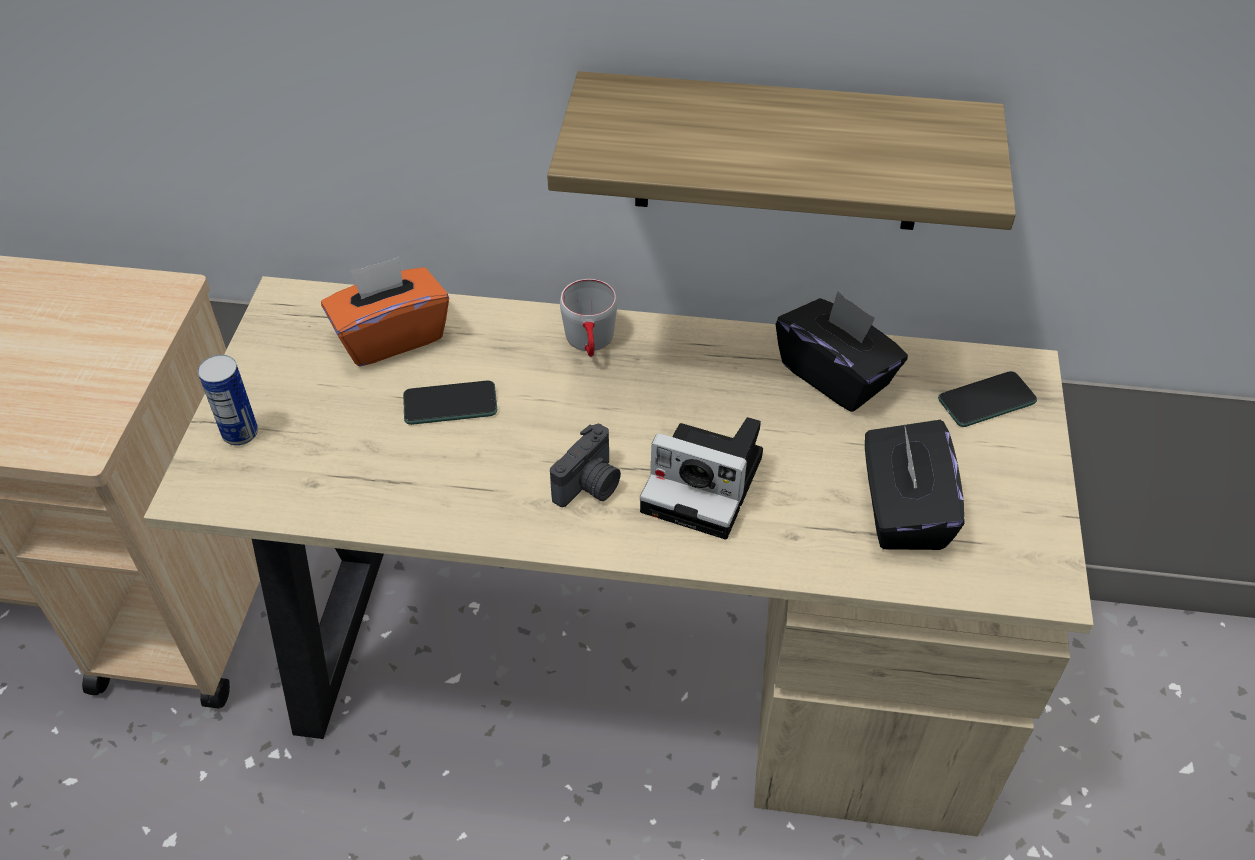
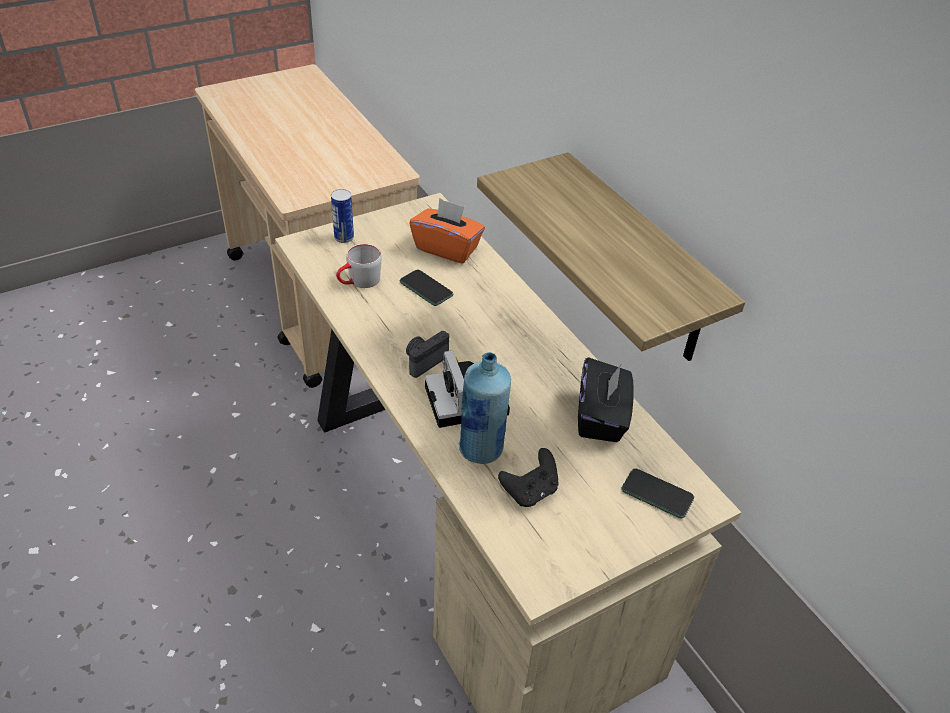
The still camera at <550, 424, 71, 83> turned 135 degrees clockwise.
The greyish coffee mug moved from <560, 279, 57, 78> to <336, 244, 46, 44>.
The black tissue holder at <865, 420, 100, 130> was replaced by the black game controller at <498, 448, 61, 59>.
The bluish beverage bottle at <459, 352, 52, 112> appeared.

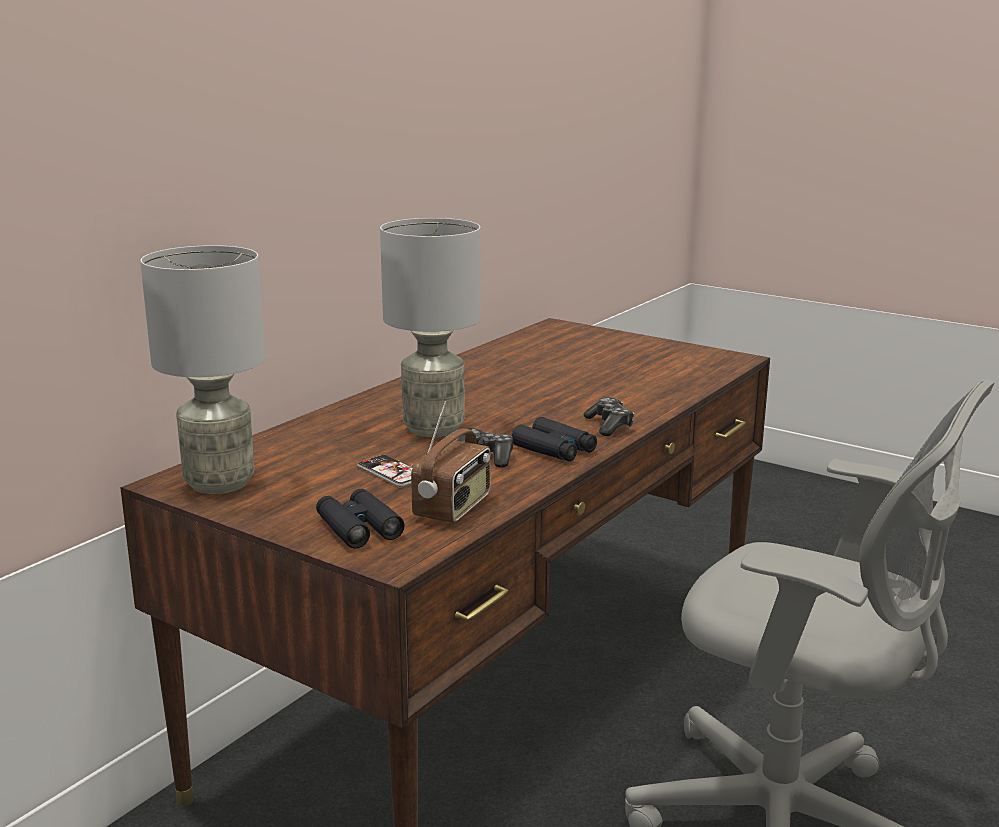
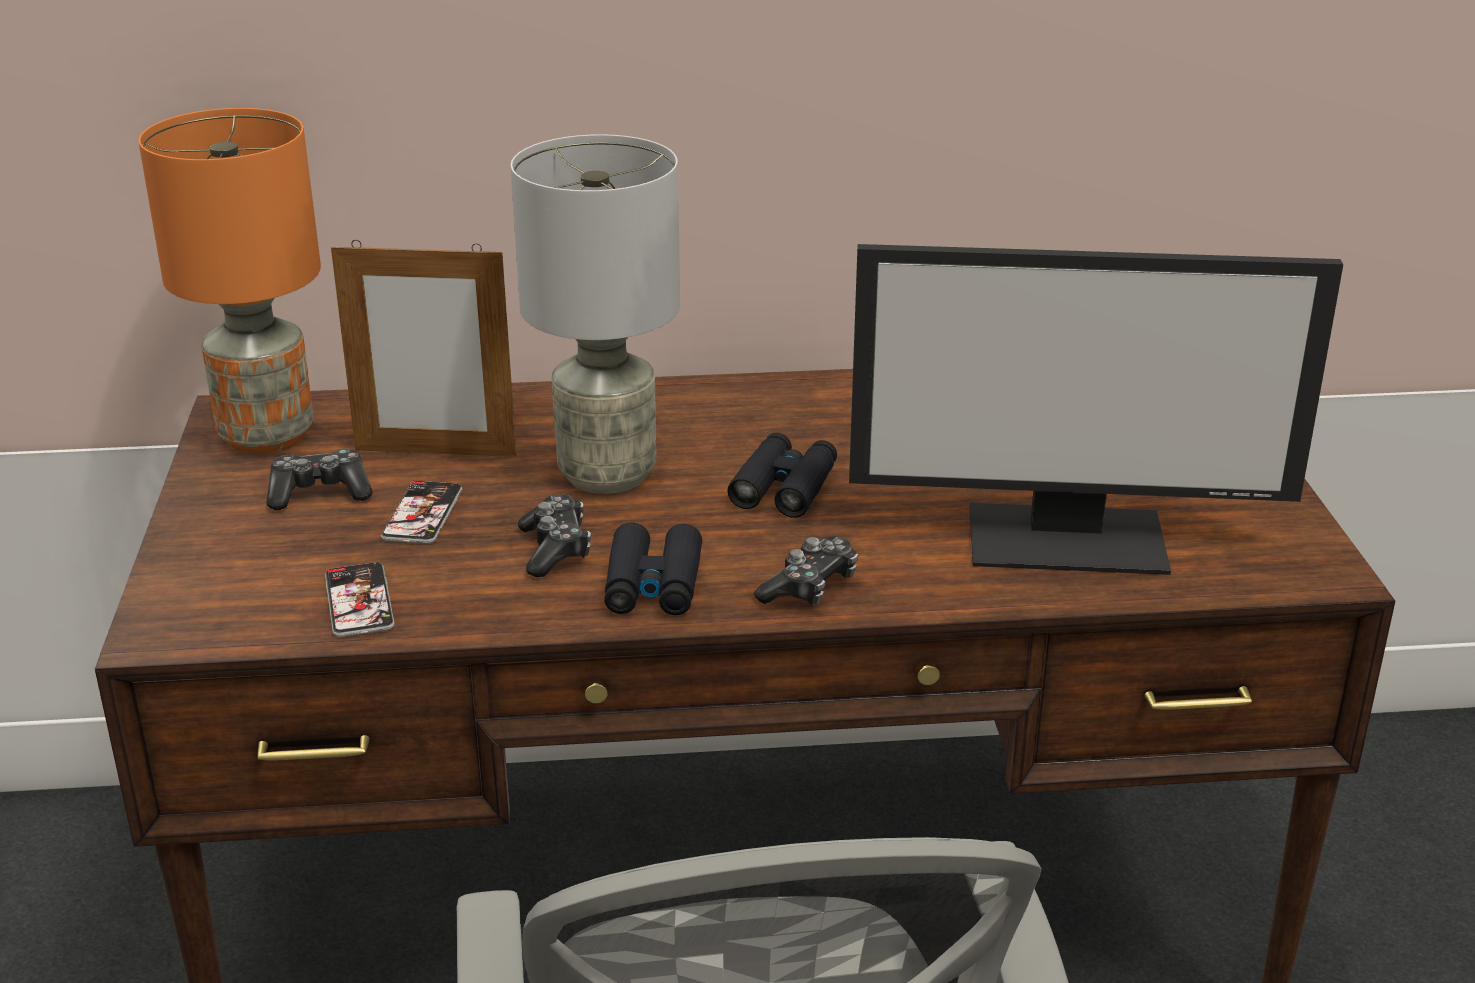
The greyish table lamp at <140, 245, 126, 249> became the orange table lamp at <138, 108, 183, 346>.
The black pair of binoculars moved from <316, 489, 89, 60> to <728, 433, 109, 85>.
The radio receiver at <411, 402, 79, 121> was replaced by the handset at <325, 562, 70, 75>.
The game controller at <267, 449, 106, 61> appeared.
The standing frame at <331, 240, 186, 217> appeared.
The monitor at <849, 244, 494, 331> appeared.

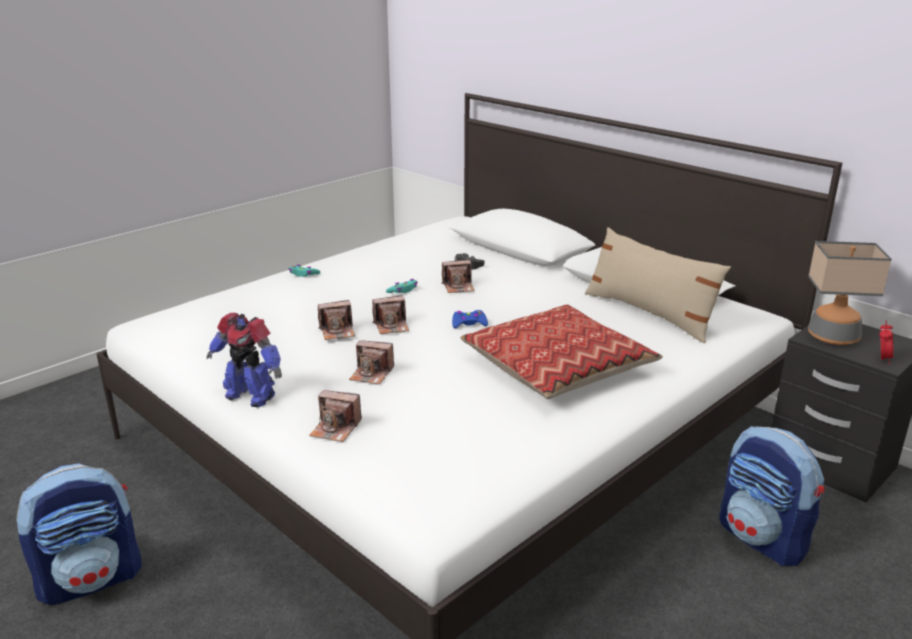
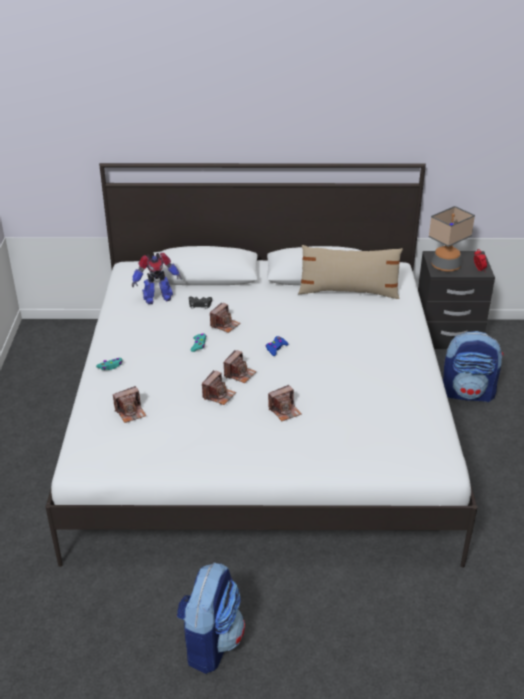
The robot figure moved from <207, 313, 75, 95> to <132, 253, 50, 51>.
The still camera moved from <309, 390, 53, 52> to <113, 386, 34, 37>.
The cushion at <460, 304, 203, 95> disappeared.

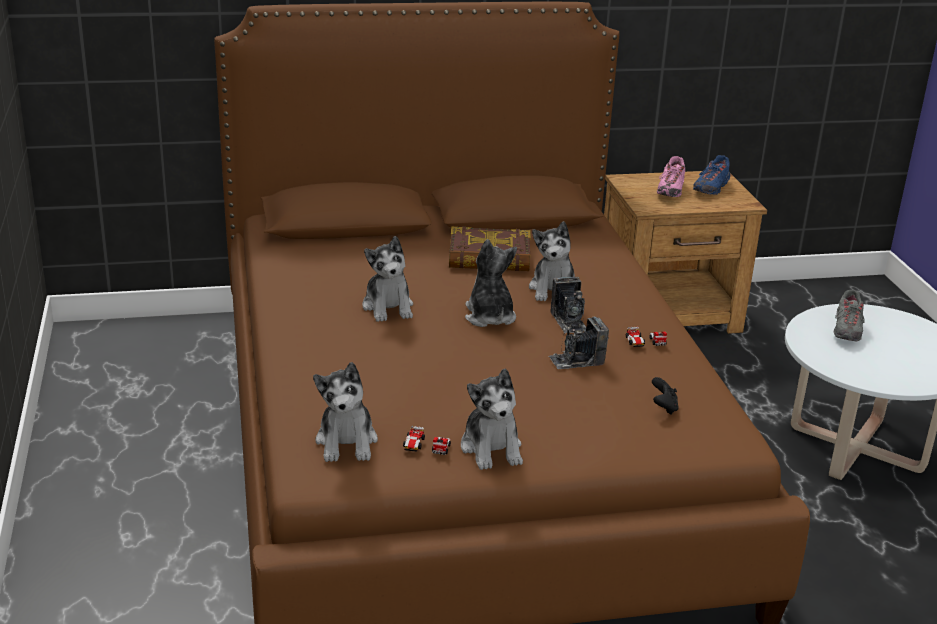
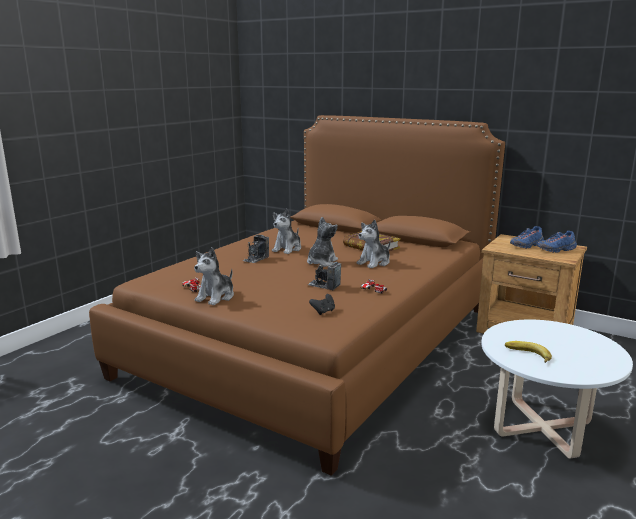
The plush toy at <313, 362, 65, 100> disappeared.
The still camera moved from <550, 277, 36, 56> to <243, 235, 26, 28>.
The pink-coloured item of footwear at <657, 156, 28, 41> became the bluish item of footwear at <510, 226, 34, 23>.
The greyish item of footwear at <834, 290, 31, 51> disappeared.
The whole banana at <505, 341, 47, 22> appeared.

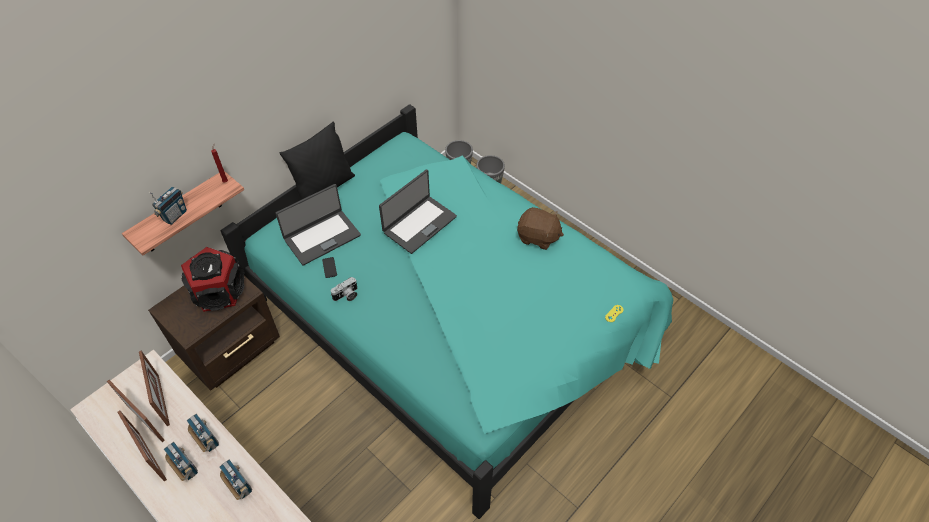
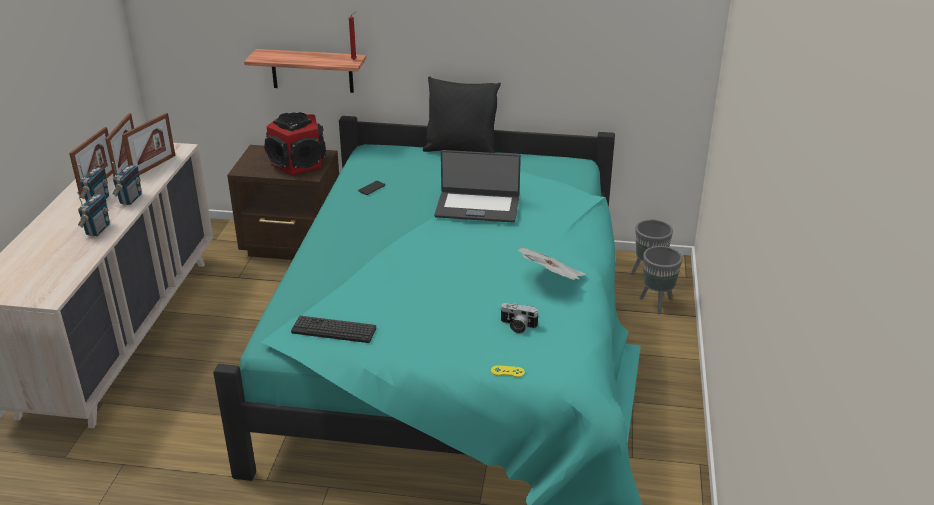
The radio receiver at <149, 186, 38, 39> disappeared.
The laptop at <275, 184, 86, 81> disappeared.
The still camera moved from <331, 277, 26, 24> to <501, 303, 37, 30>.
The brown plush toy at <517, 207, 47, 43> was replaced by the newspaper at <518, 248, 68, 32>.
The keyboard at <291, 316, 85, 27> appeared.

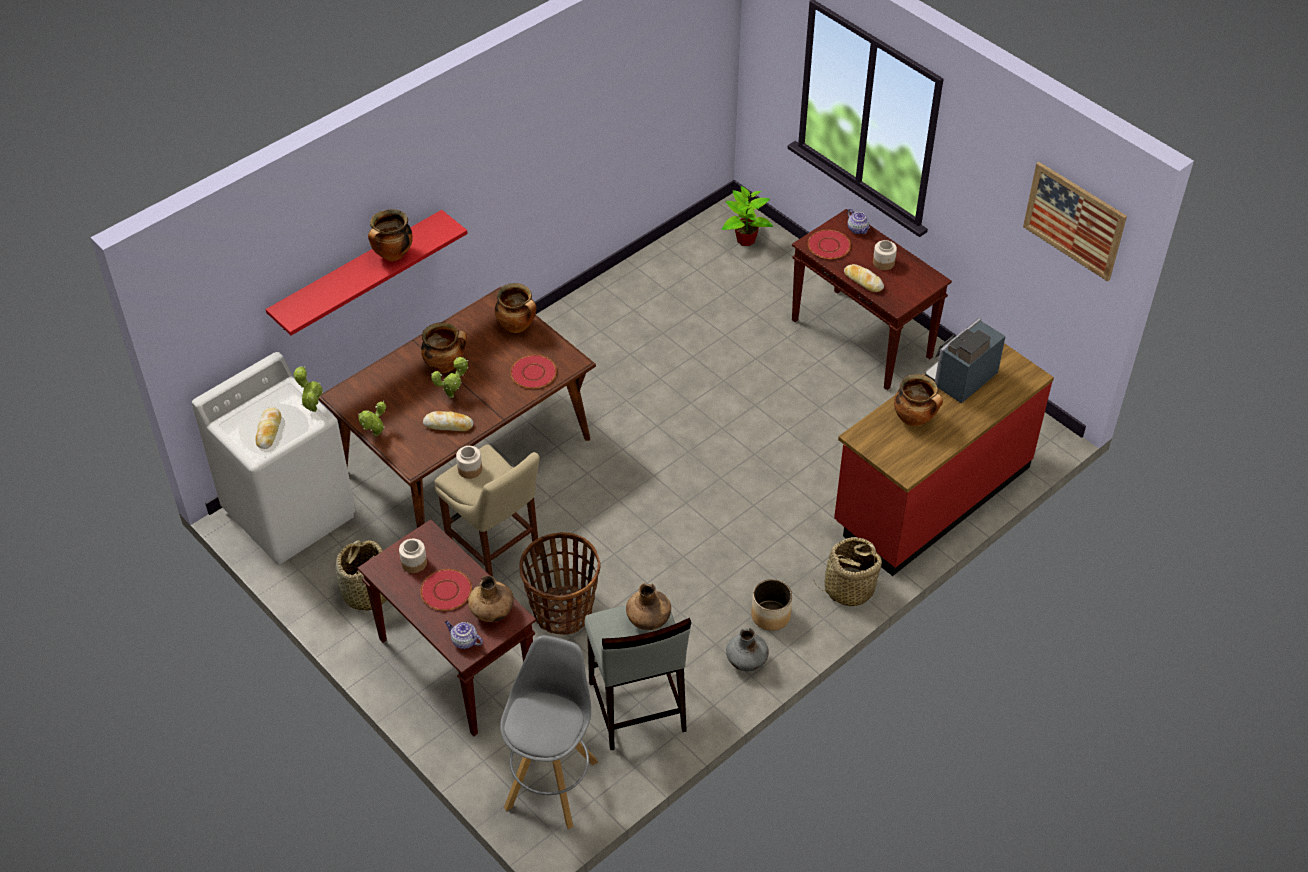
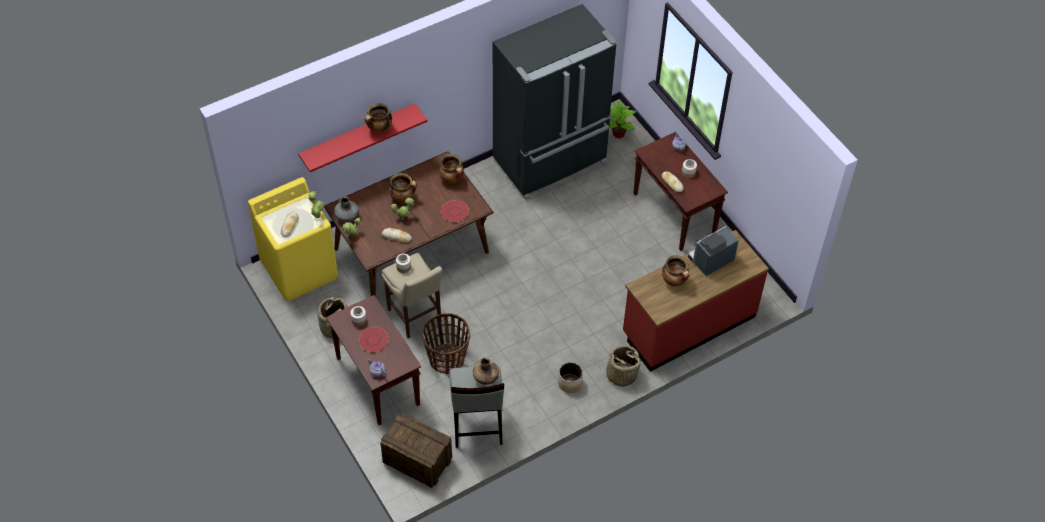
The white-coloured laundry machine at <192, 352, 164, 213> became the yellowish laundry machine at <248, 177, 90, 125>.
The brown vase at <468, 576, 46, 46> disappeared.
The greyish stool at <500, 635, 98, 194> was replaced by the shipping crate at <380, 412, 72, 76>.
The greyish vase moved from <726, 628, 43, 43> to <334, 197, 25, 25>.
The red plate at <808, 230, 43, 29> disappeared.
The wall art at <1023, 162, 104, 120> disappeared.
The black refrigerator at <493, 4, 124, 196> appeared.

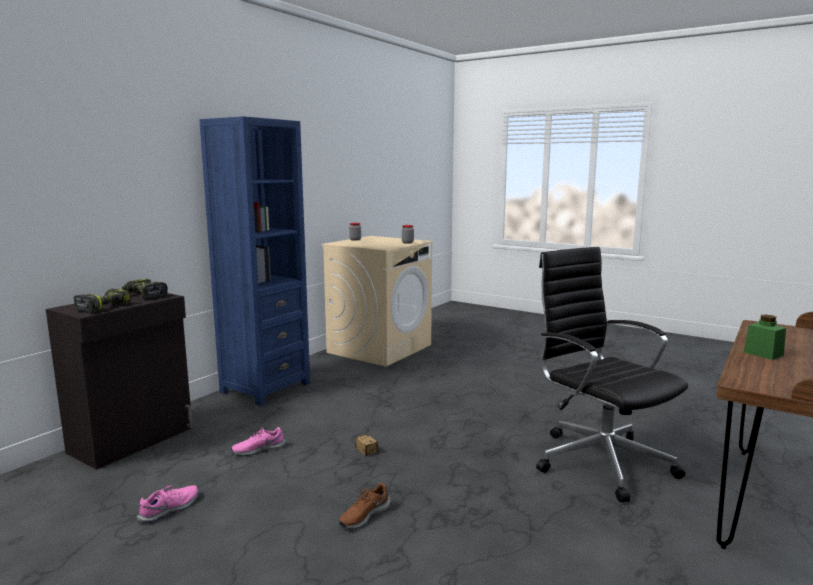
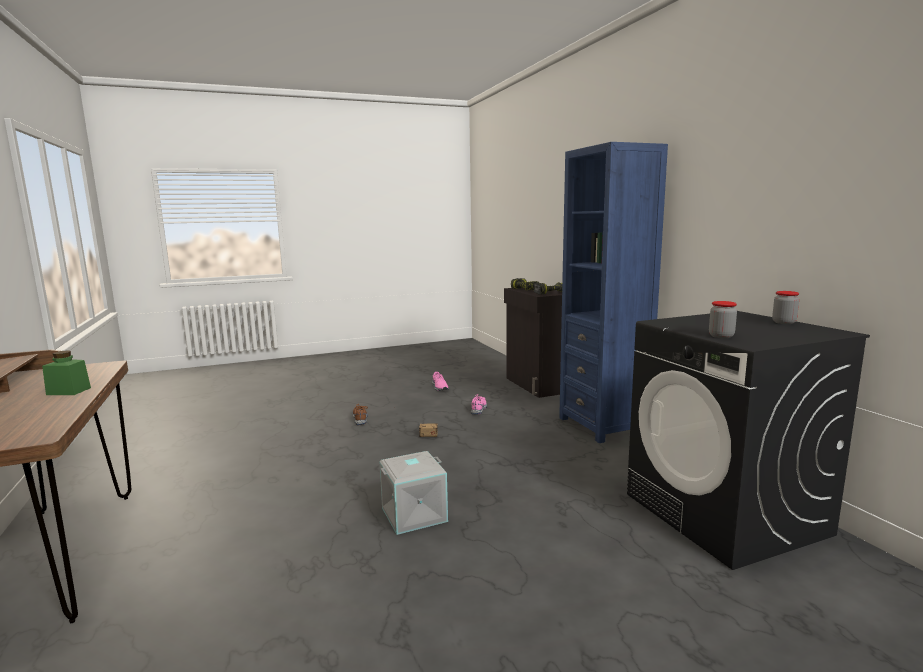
The beige laundry machine at <321, 236, 111, 131> became the black laundry machine at <627, 311, 243, 259>.
The black desk chair at <536, 247, 152, 255> disappeared.
The greyish storage box at <379, 451, 69, 84> appeared.

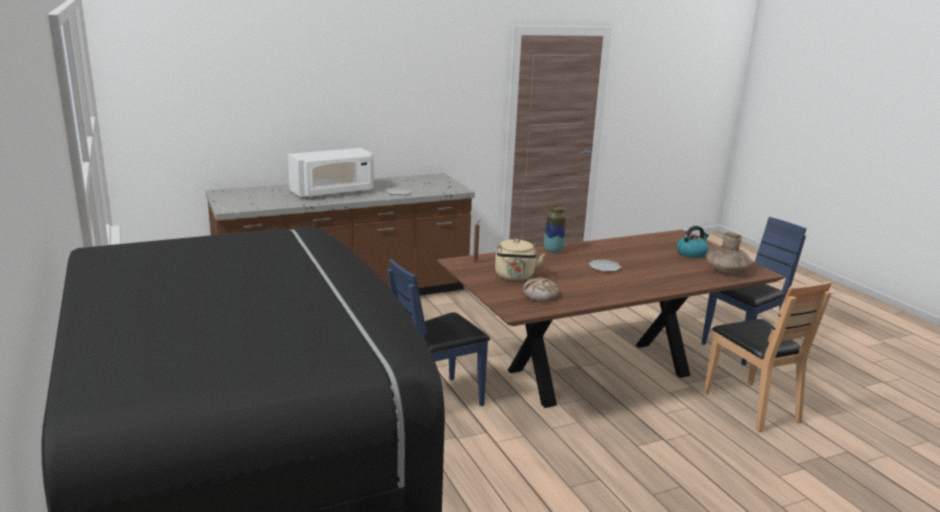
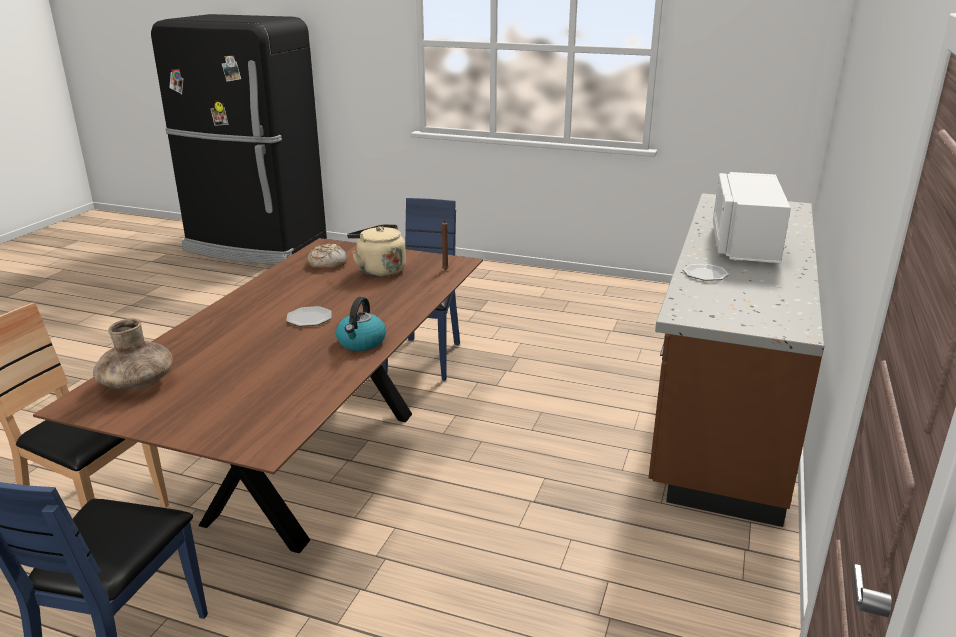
The vase at <544, 205, 22, 48> disappeared.
The tea kettle moved from <677, 226, 32, 32> to <336, 297, 50, 54>.

